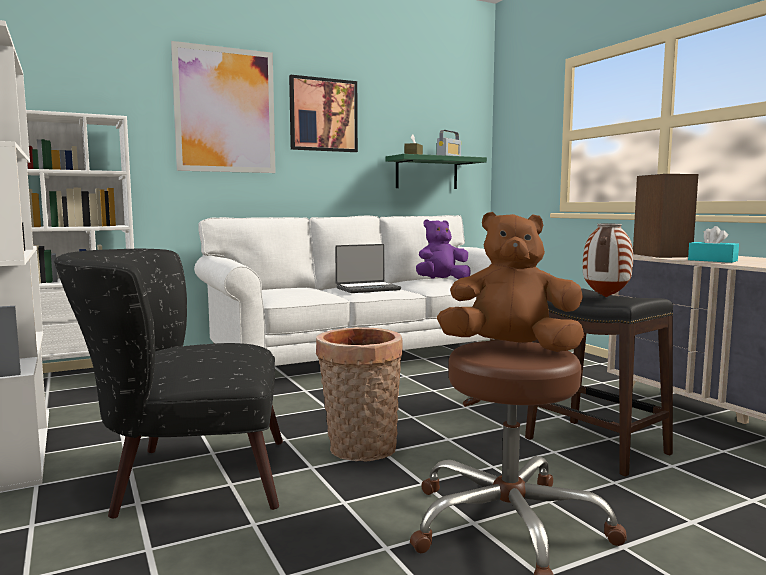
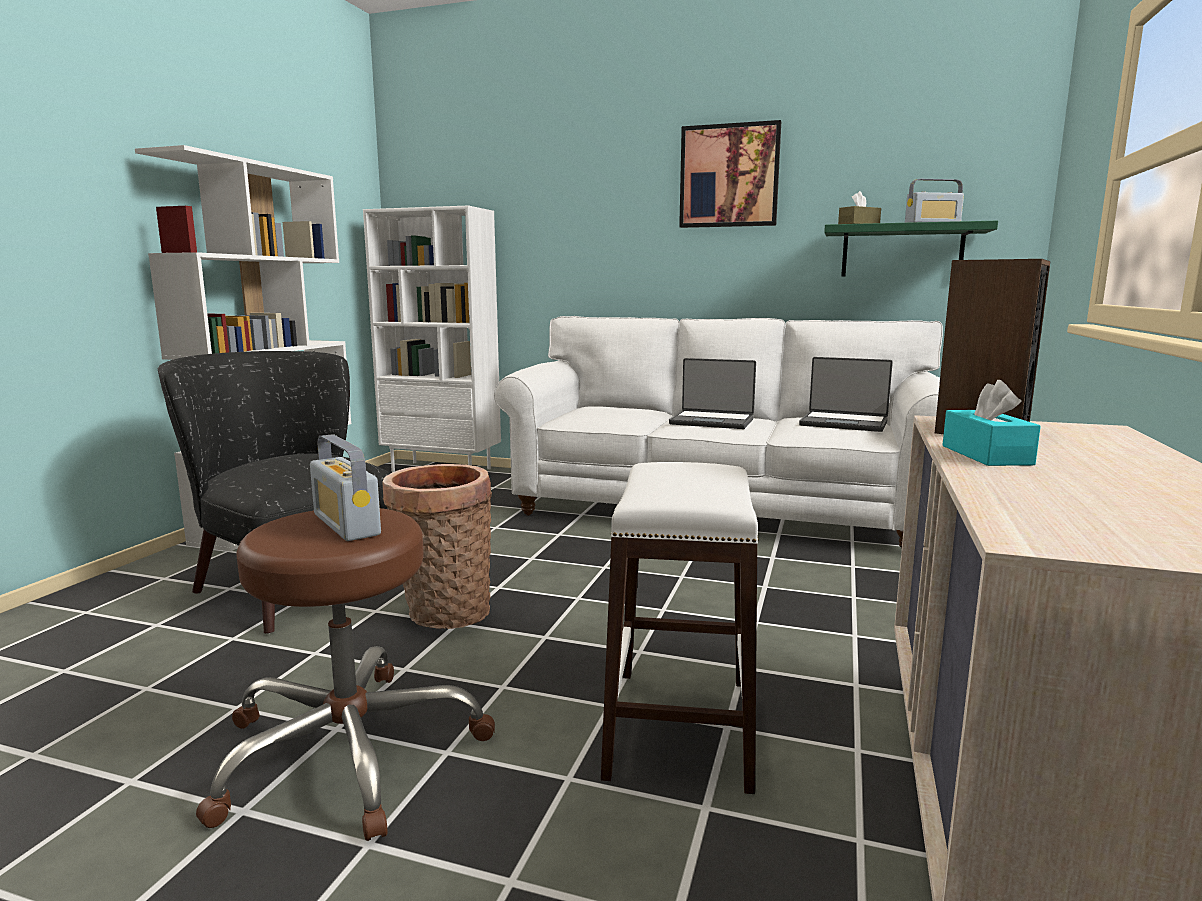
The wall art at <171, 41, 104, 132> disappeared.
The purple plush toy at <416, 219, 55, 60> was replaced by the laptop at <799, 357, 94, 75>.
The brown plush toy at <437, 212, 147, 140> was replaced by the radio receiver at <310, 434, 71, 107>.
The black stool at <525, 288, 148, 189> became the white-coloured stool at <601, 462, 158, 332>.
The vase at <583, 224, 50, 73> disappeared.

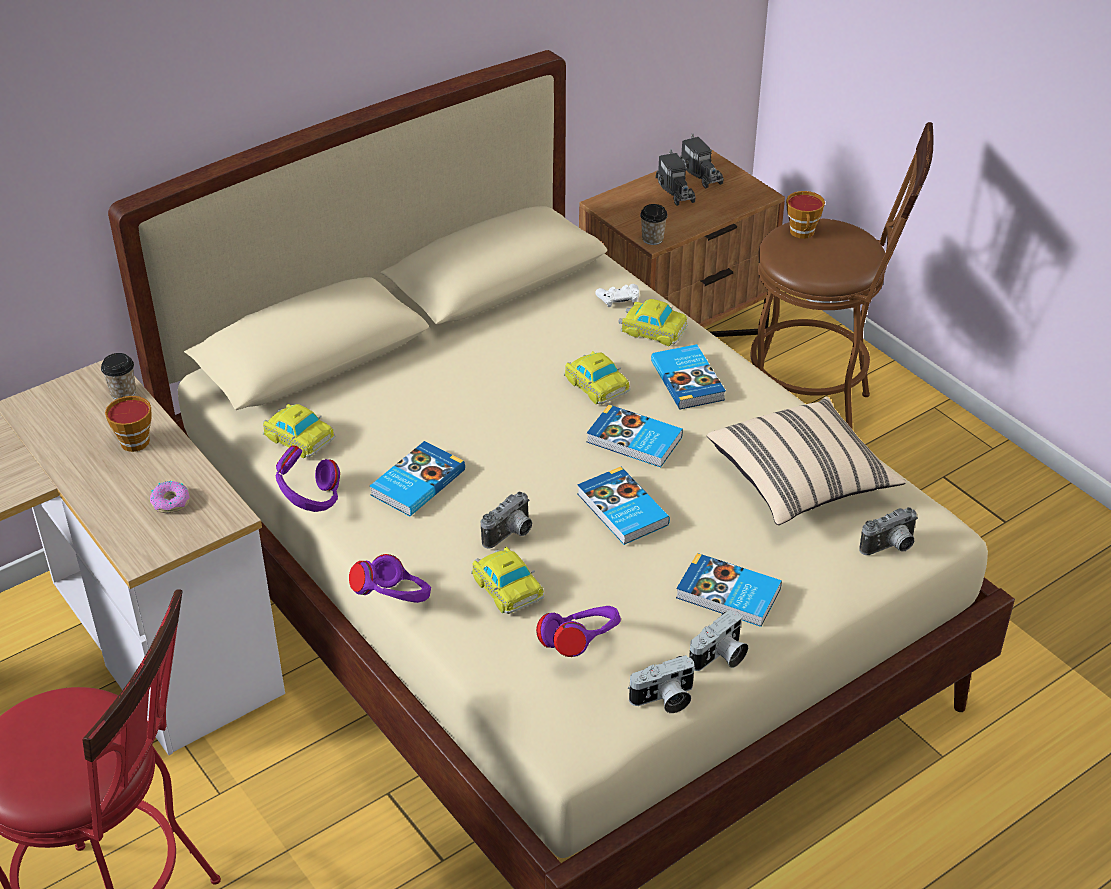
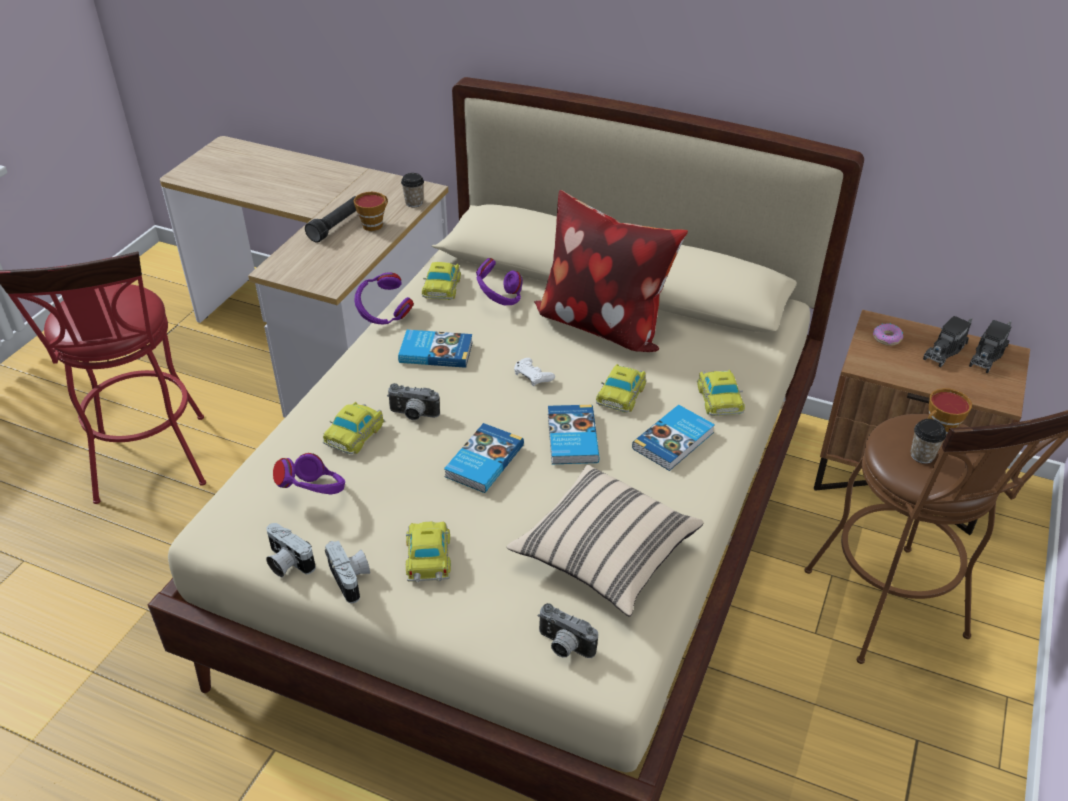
The doughnut moved from <150, 481, 40, 32> to <873, 323, 30, 23>.
The purple headphones moved from <349, 554, 82, 49> to <476, 258, 47, 47>.
The white-coloured game controller moved from <595, 284, 44, 23> to <514, 358, 41, 28>.
The drinking cup moved from <640, 204, 28, 41> to <911, 419, 35, 45>.
The bound book at <676, 553, 106, 74> was replaced by the model car at <406, 521, 45, 62>.
The still camera at <689, 610, 59, 61> turned 135 degrees counterclockwise.
The black flashlight at <305, 196, 51, 47> appeared.
The cushion at <534, 190, 154, 162> appeared.

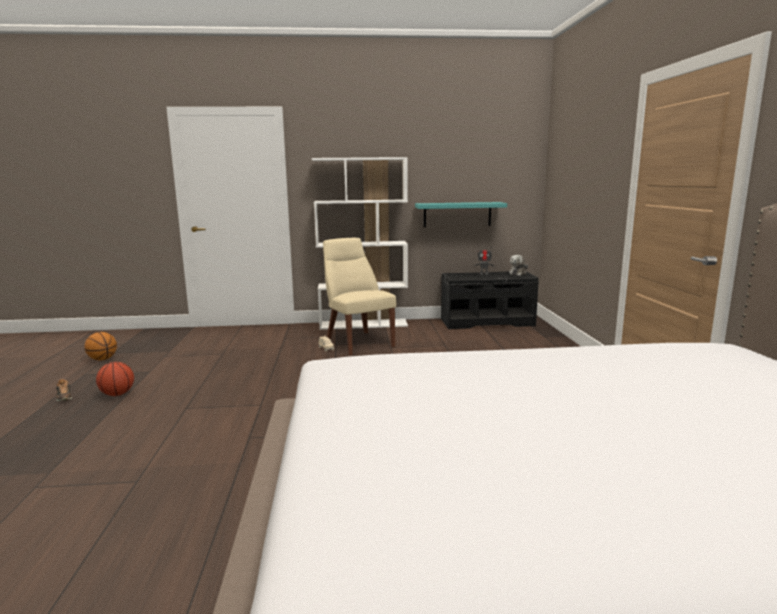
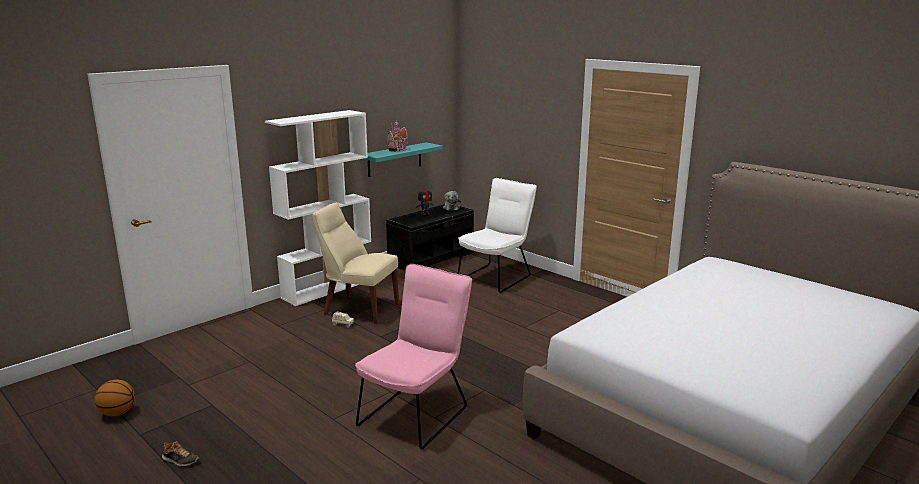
The basketball at <96, 362, 38, 34> disappeared.
The pink-coloured plain chair at <355, 264, 117, 185> appeared.
The miniature house at <387, 120, 21, 32> appeared.
The white-coloured plain chair at <458, 178, 79, 115> appeared.

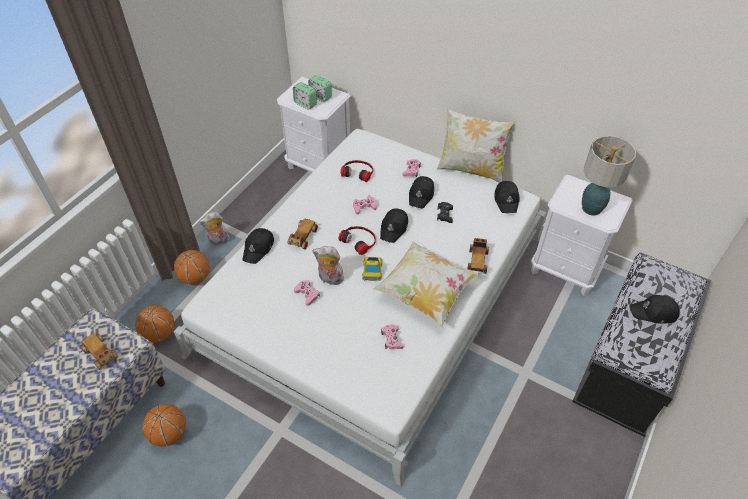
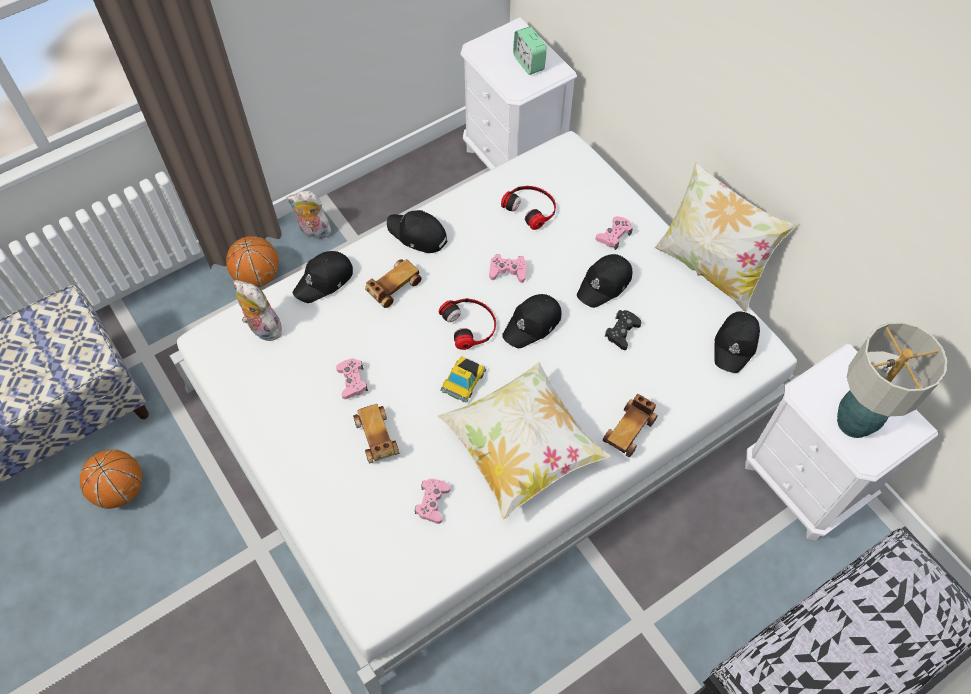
The model car moved from <80, 333, 38, 37> to <353, 404, 46, 60>.
The basketball at <136, 305, 38, 37> disappeared.
The table clock at <293, 82, 24, 28> disappeared.
The plush toy moved from <312, 246, 32, 41> to <234, 280, 48, 61>.
The black baseball cap moved from <629, 295, 51, 29> to <387, 210, 61, 43>.

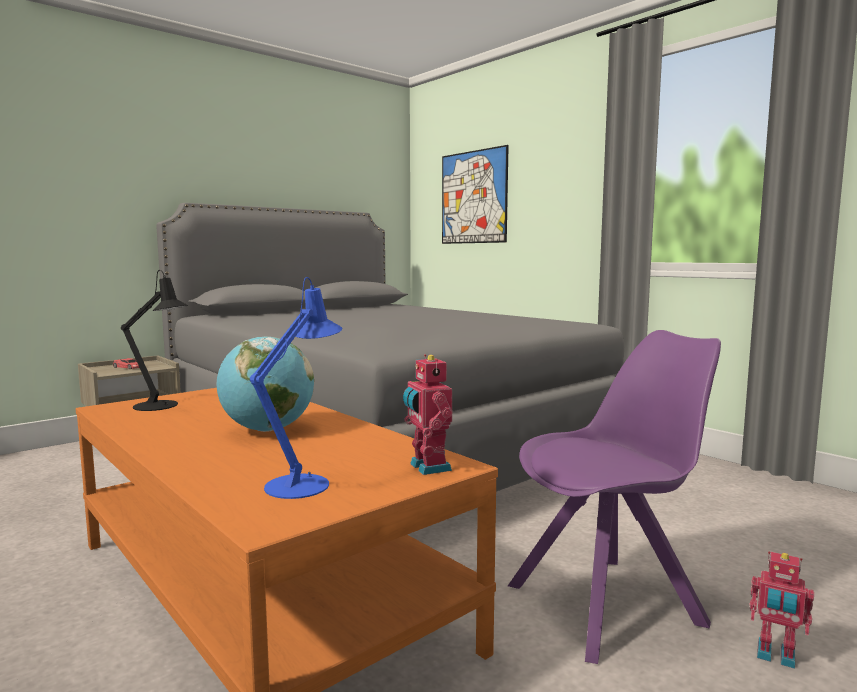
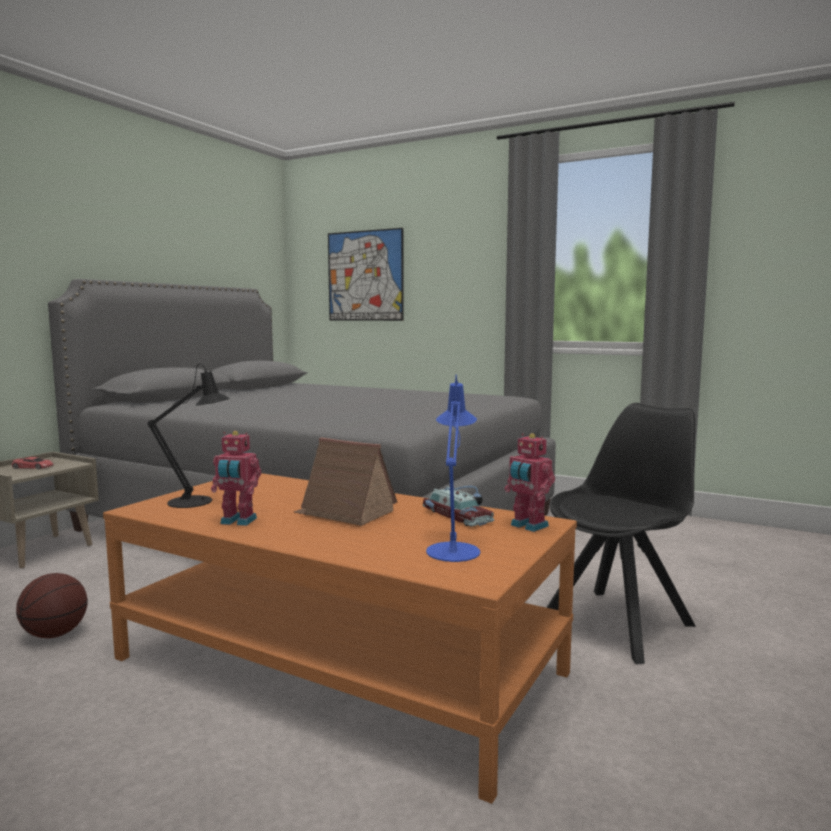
The desk globe at <217, 336, 97, 96> was replaced by the miniature house at <294, 438, 103, 88>.
The purple plain chair at <508, 330, 213, 334> became the black plain chair at <546, 403, 150, 261>.
The robot figure moved from <749, 551, 65, 118> to <211, 431, 50, 95>.
The basketball at <16, 573, 72, 65> appeared.
The model car at <423, 486, 71, 40> appeared.

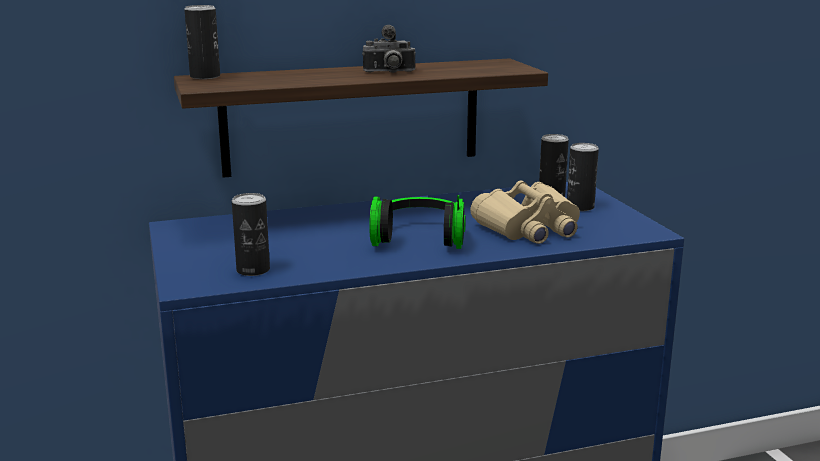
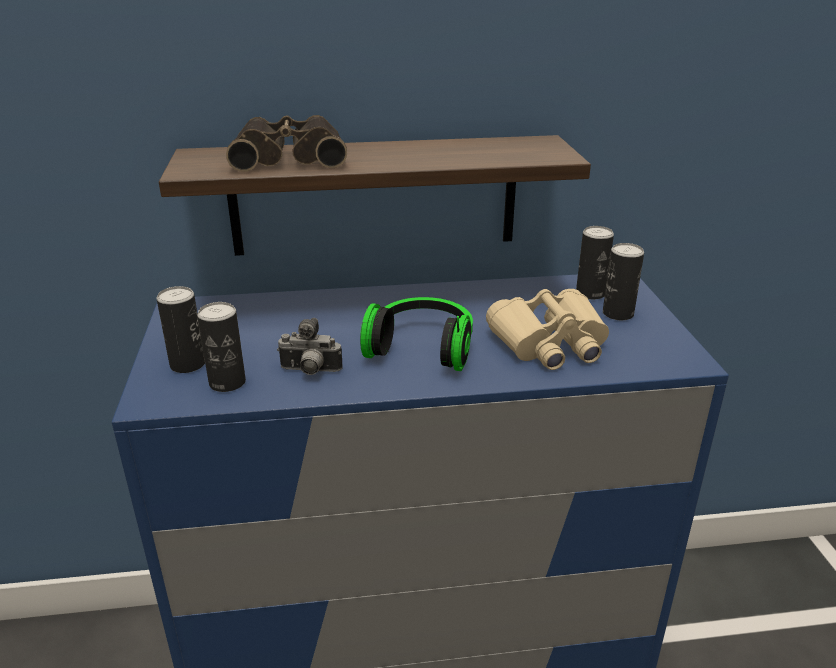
The can moved from <184, 5, 36, 74> to <157, 286, 48, 87>.
The still camera moved from <362, 25, 54, 48> to <277, 318, 66, 57>.
The pair of binoculars at <226, 115, 121, 57> appeared.

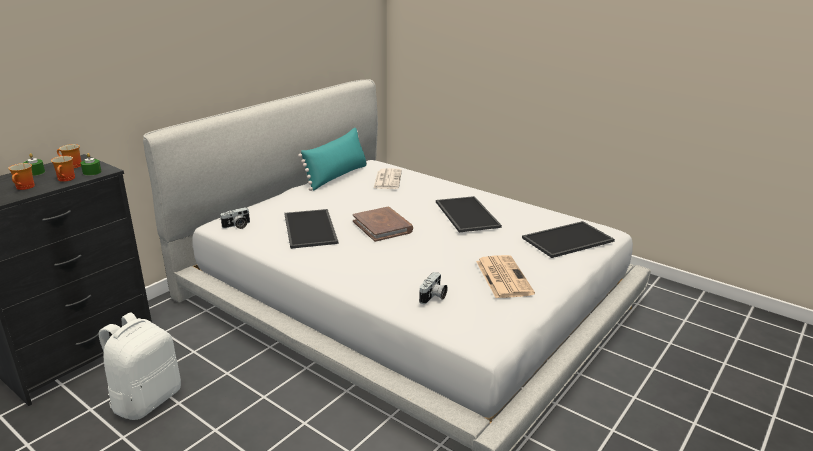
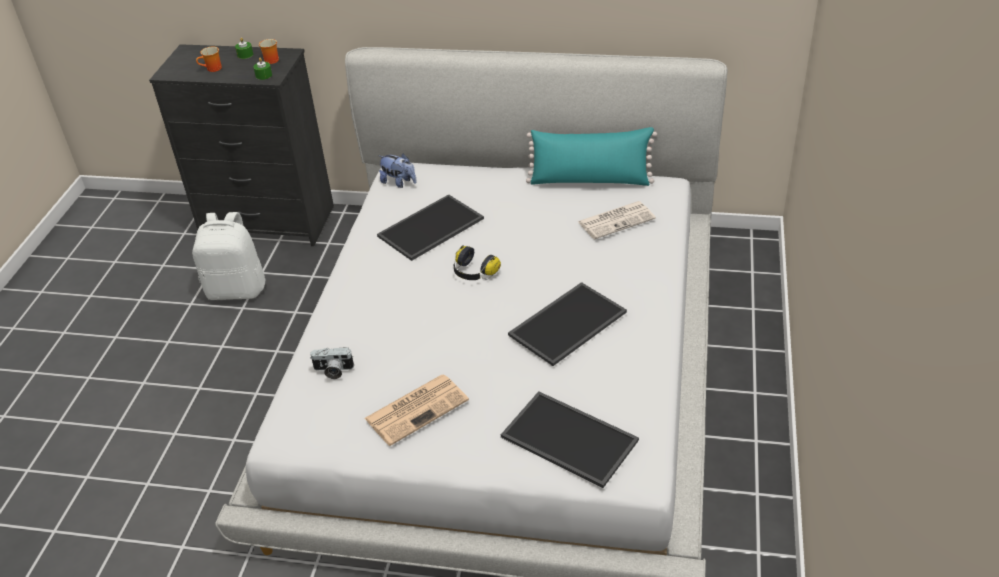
The coffee mug at <51, 156, 24, 26> disappeared.
The still camera at <220, 207, 30, 22> was replaced by the plush toy at <379, 154, 38, 34>.
The brown bound book at <353, 207, 60, 35> was replaced by the headphones at <454, 245, 47, 35>.

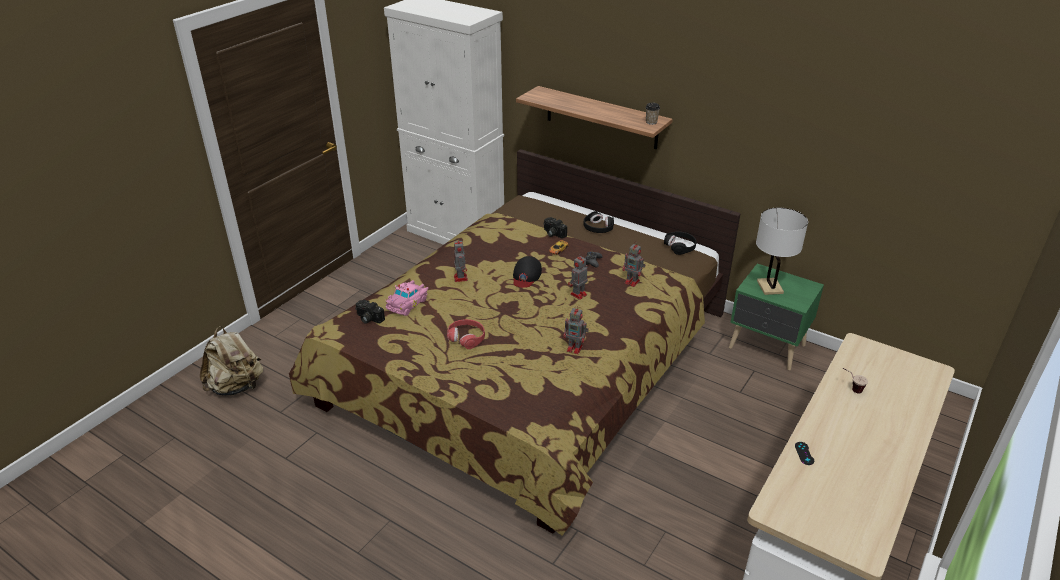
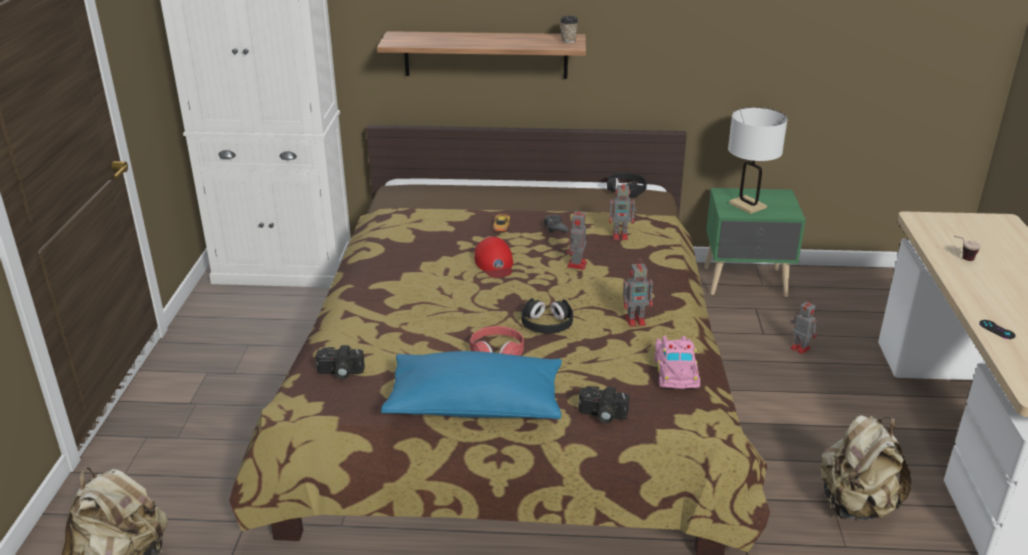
The pink-coloured model car moved from <386, 280, 43, 36> to <654, 336, 46, 53>.
The robot figure moved from <454, 238, 14, 44> to <790, 299, 27, 55>.
The black baseball cap at <513, 256, 29, 32> became the red baseball cap at <474, 237, 39, 40>.
The still camera moved from <543, 217, 24, 22> to <578, 386, 52, 38>.
The black headphones moved from <583, 211, 31, 22> to <521, 298, 52, 36>.
The bluish cushion at <381, 351, 181, 68> appeared.
The beige rucksack at <820, 415, 92, 105> appeared.

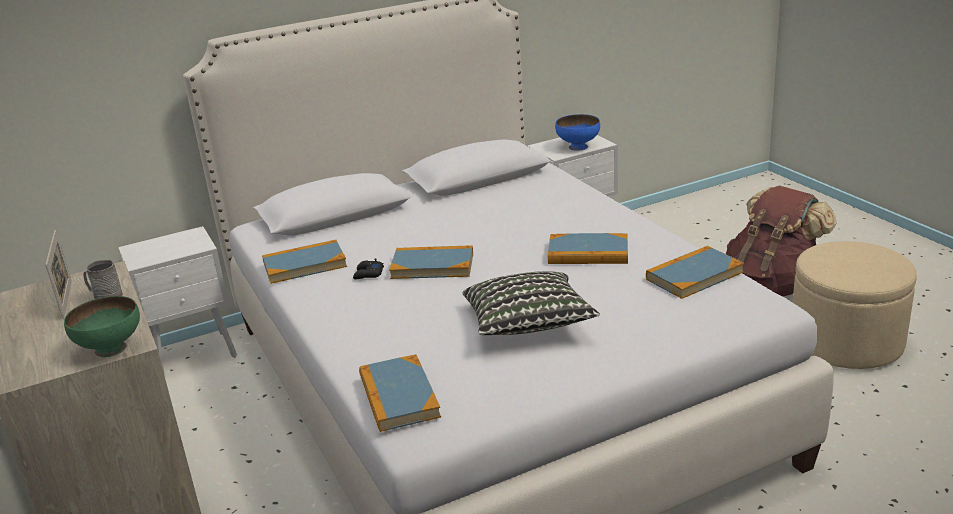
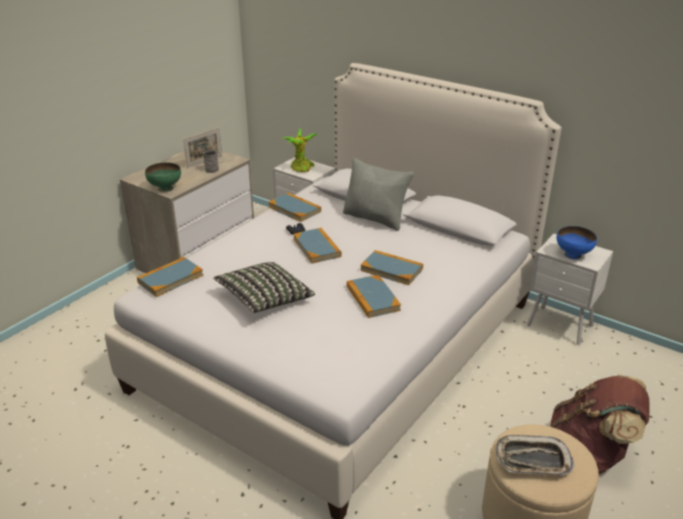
The bound book moved from <646, 246, 98, 53> to <360, 250, 63, 35>.
The potted plant at <282, 128, 36, 44> appeared.
The greyish cushion at <343, 158, 71, 73> appeared.
The serving tray at <496, 435, 79, 40> appeared.

